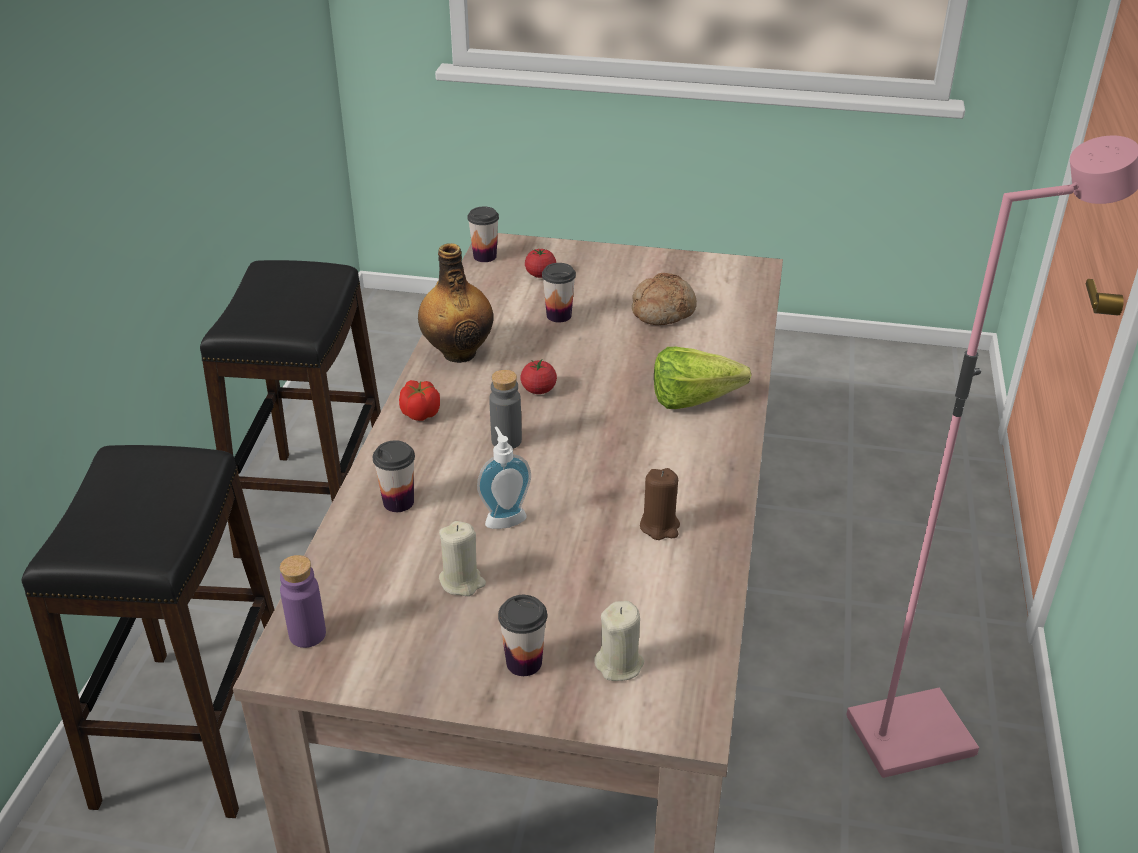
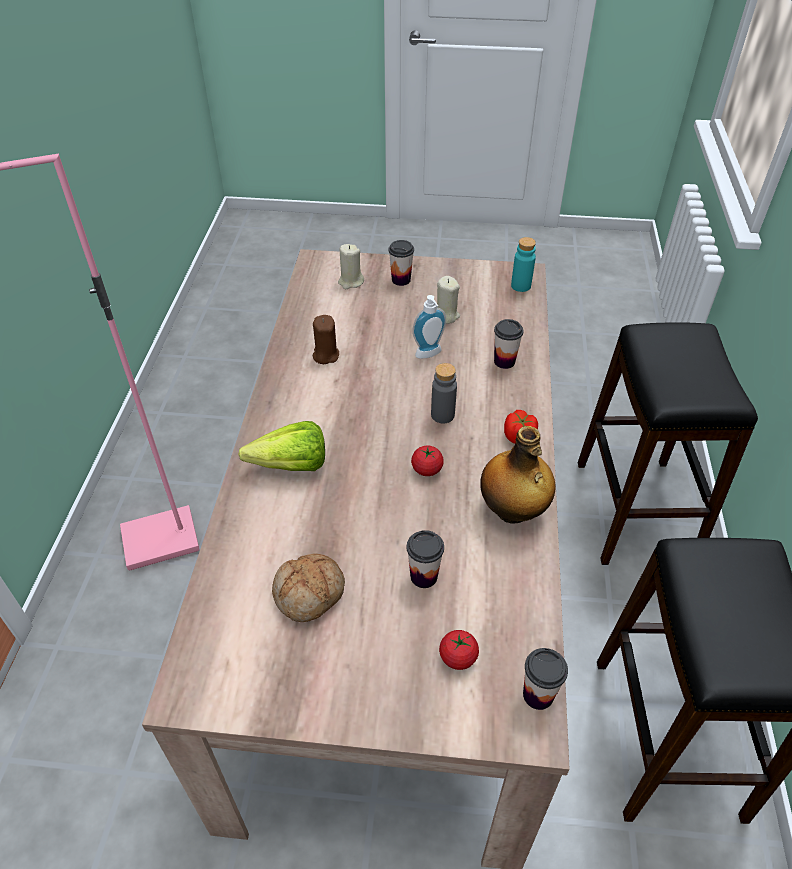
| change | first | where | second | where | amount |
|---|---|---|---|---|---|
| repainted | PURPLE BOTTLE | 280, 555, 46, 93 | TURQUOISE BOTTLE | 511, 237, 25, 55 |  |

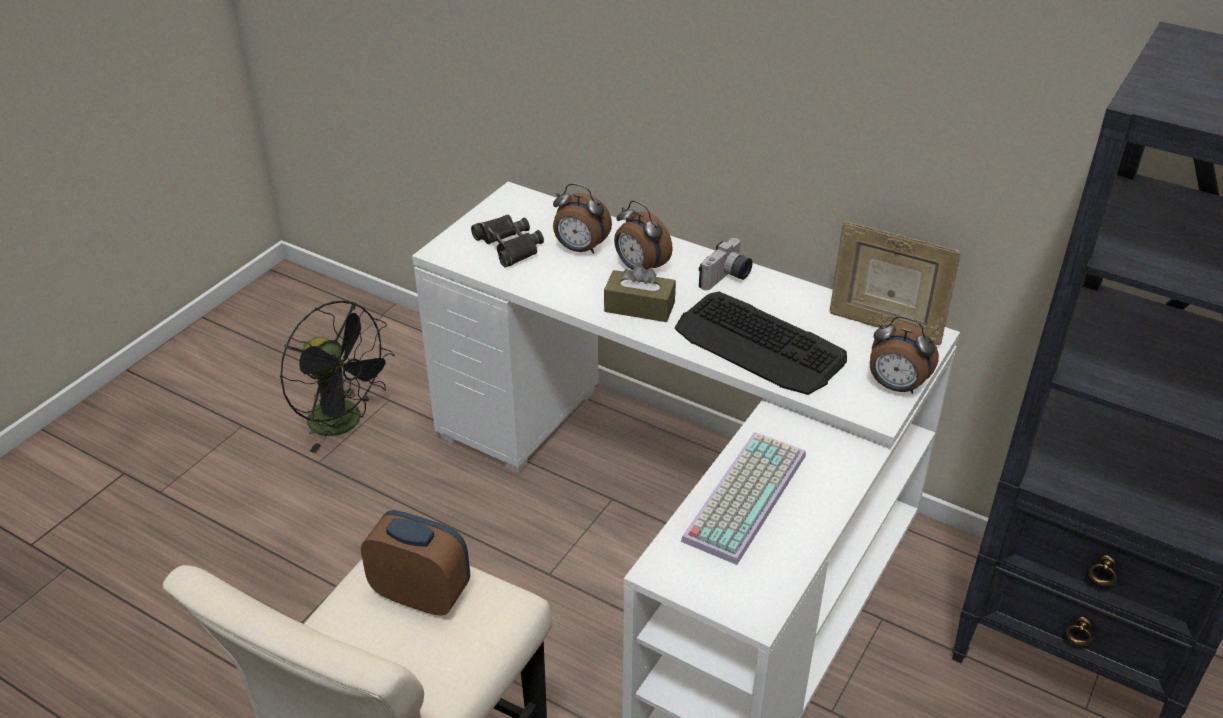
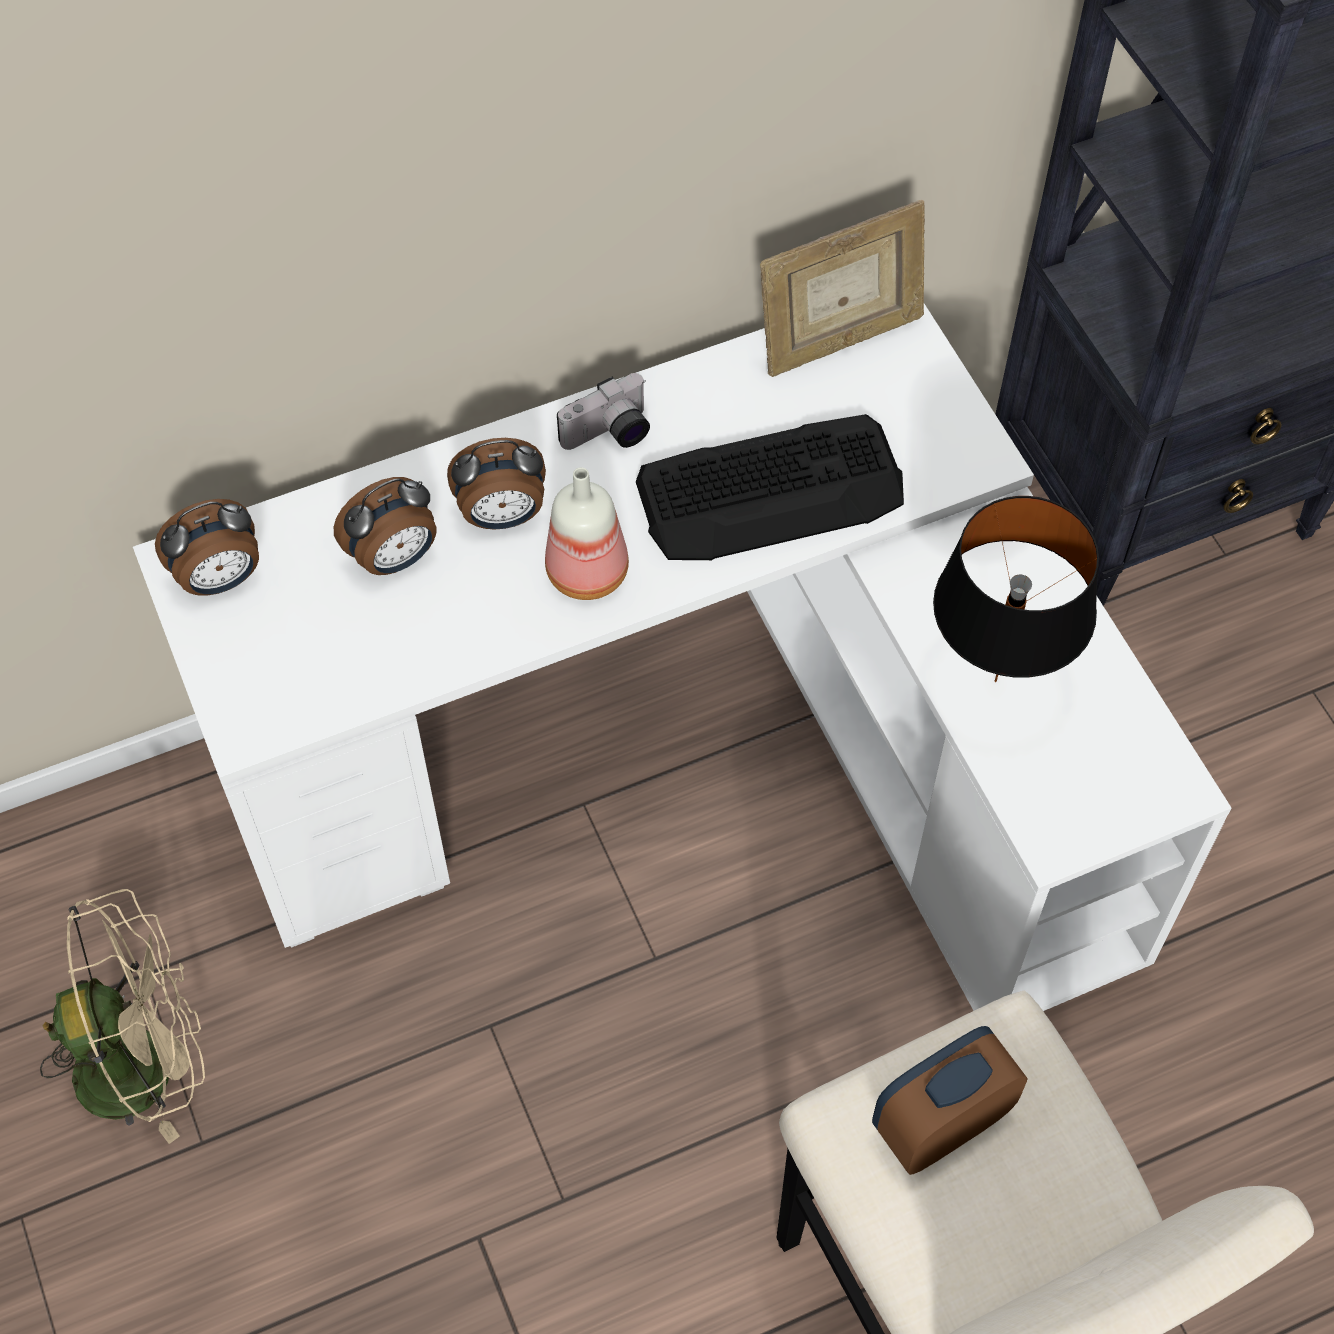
| change | first | where | second | where | amount |
|---|---|---|---|---|---|
| gone | BLACK BINOCULARS | 471, 215, 73, 53 |  |  |  |
| shifted | ALARM CLOCK | 870, 316, 69, 78 |  | 155, 499, 104, 97 |  |
| swapped | BROWN TISSUE BOX | 604, 263, 72, 59 | BOTTLE | 545, 467, 84, 133 |  |
| swapped | KEYBOARD | 681, 432, 125, 133 | BLACK TABLE LAMP | 933, 496, 166, 186 |  |
| repainted | BLACK FAN | 280, 300, 115, 153 | BEIGE FAN | 40, 889, 165, 255 |  |
| rotated | PHOTO CAMERA | 699, 238, 54, 52 |  | 557, 373, 93, 77 | 75 degrees clockwise |

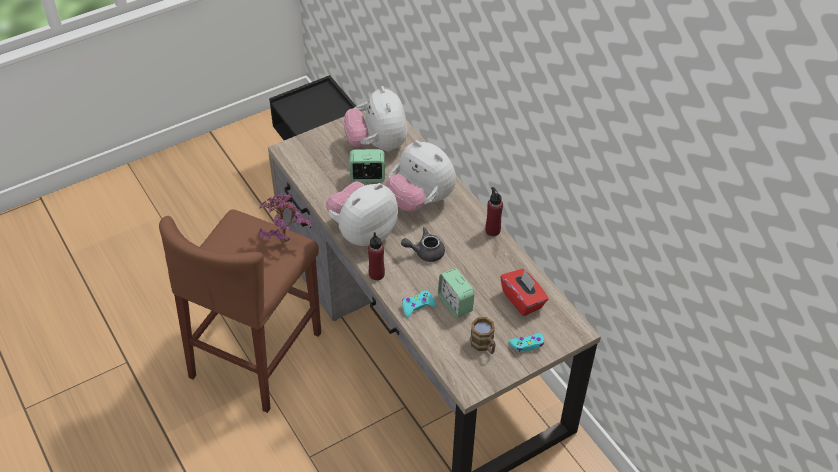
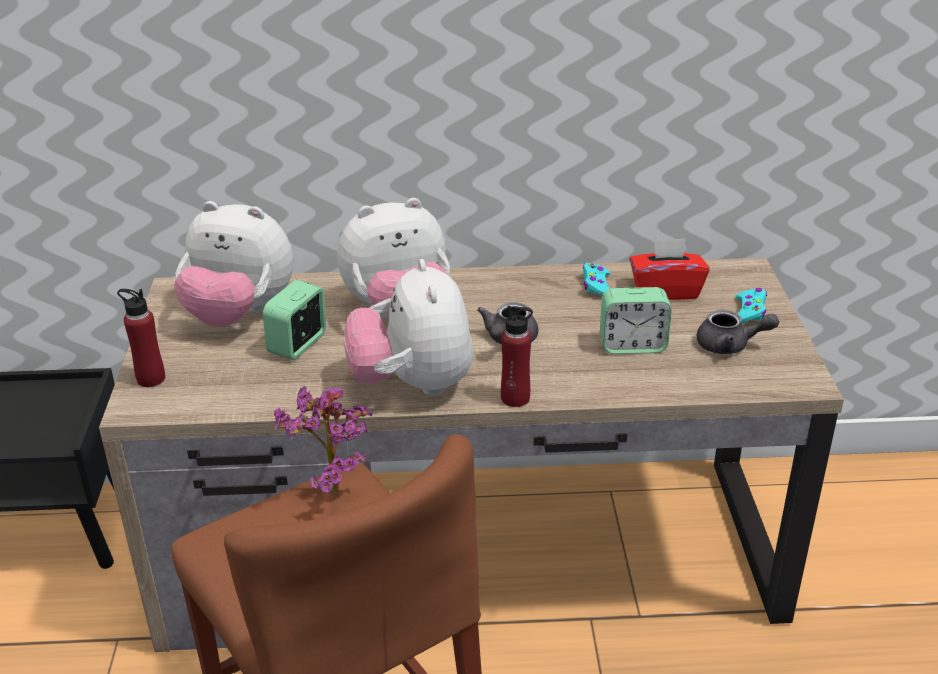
| change | first | where | second | where | amount |
|---|---|---|---|---|---|
| shifted | TURQUOISE GAME CONTROLLER | 402, 290, 34, 27 |  | 583, 263, 27, 33 |  |
| shifted | RED BOTTLE | 485, 187, 18, 49 |  | 117, 289, 48, 98 |  |
| swapped | MUG | 470, 317, 26, 37 | GREY TEAPOT | 697, 310, 82, 44 |  |

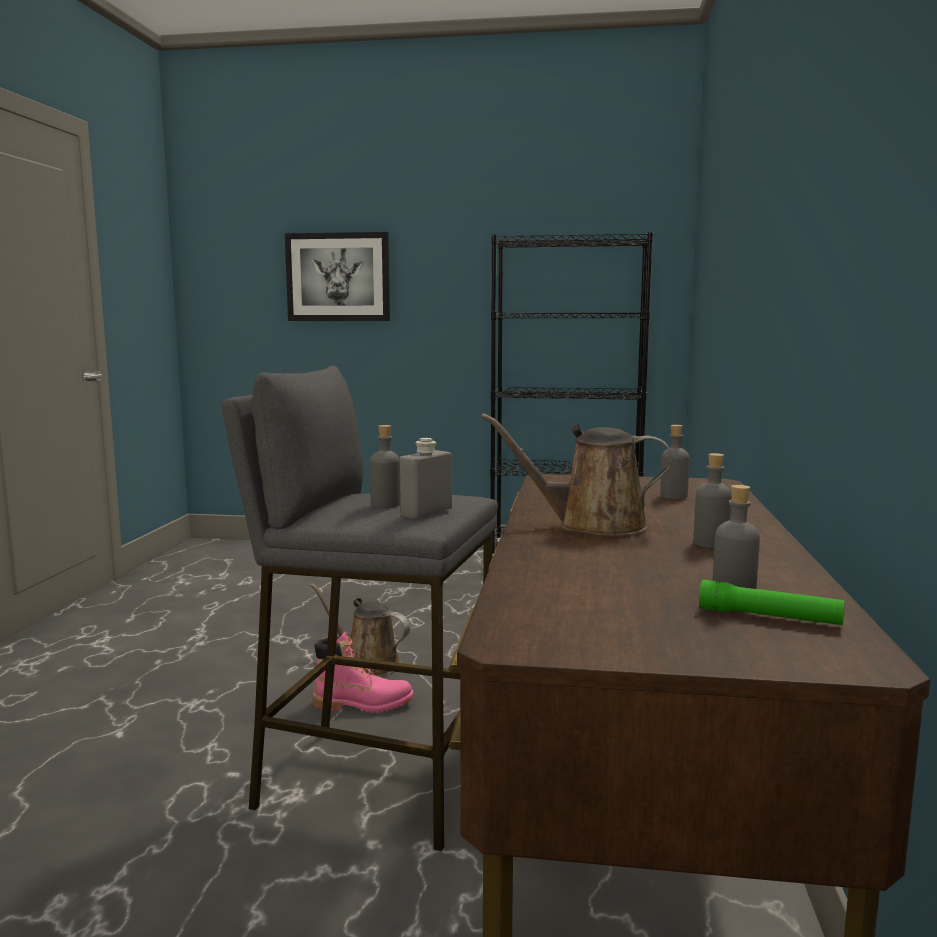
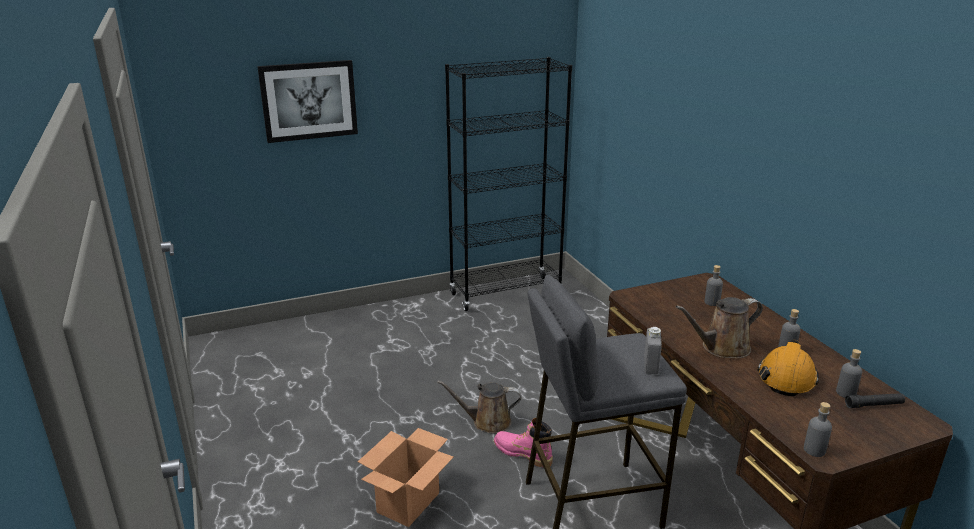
| change | first | where | second | where | amount |
|---|---|---|---|---|---|
| new |  |  | CARDBOARD BOX | 358, 428, 95, 99 |  |
| new |  |  | ORANGE HARD HAT | 757, 340, 62, 56 |  |
| shifted | GREY BOTTLE | 370, 425, 30, 83 |  | 804, 402, 28, 55 |  |
| repainted | GREEN FLASHLIGHT | 699, 580, 146, 45 | BLACK FLASHLIGHT | 845, 393, 60, 15 |  |
| rotated | PINK BOOT | 313, 631, 101, 82 |  | 494, 418, 59, 50 | 120 degrees counterclockwise |

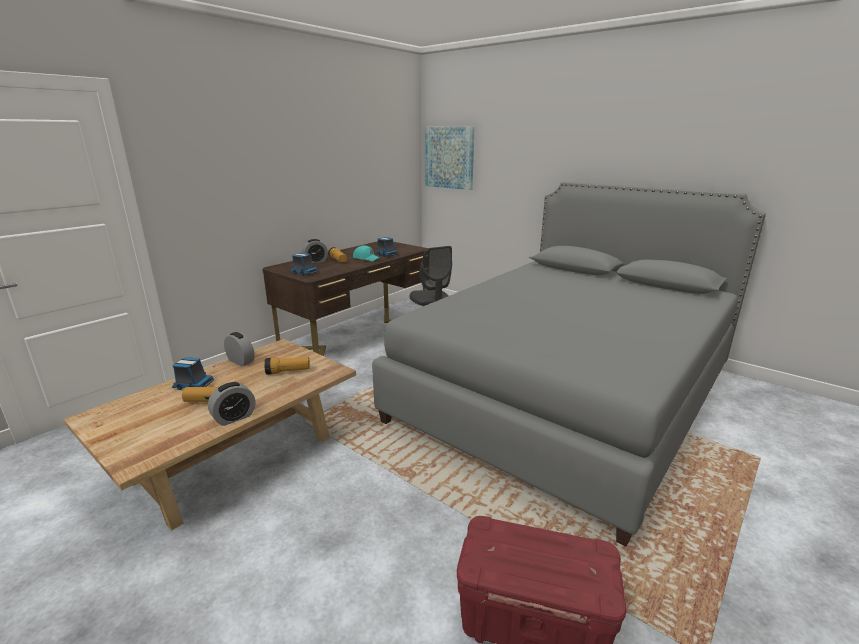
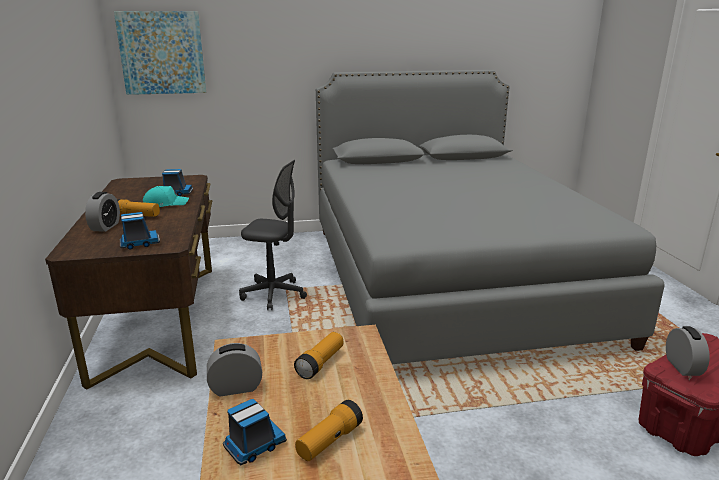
| change | first | where | second | where | amount |
|---|---|---|---|---|---|
| shifted | ALARM CLOCK | 208, 382, 48, 44 |  | 666, 326, 44, 50 |  |

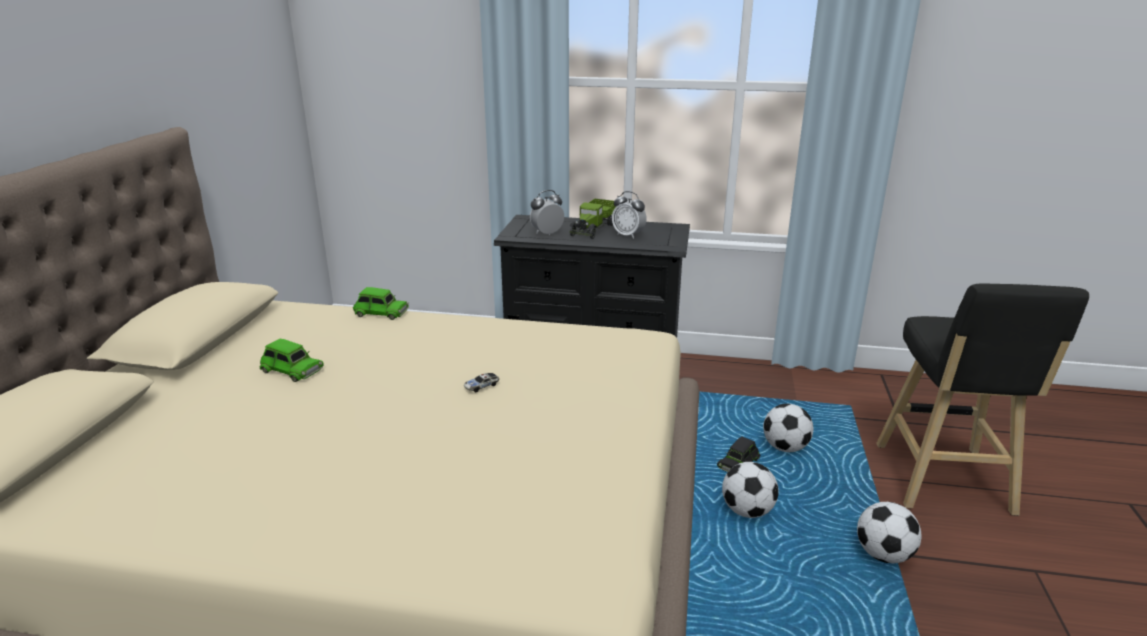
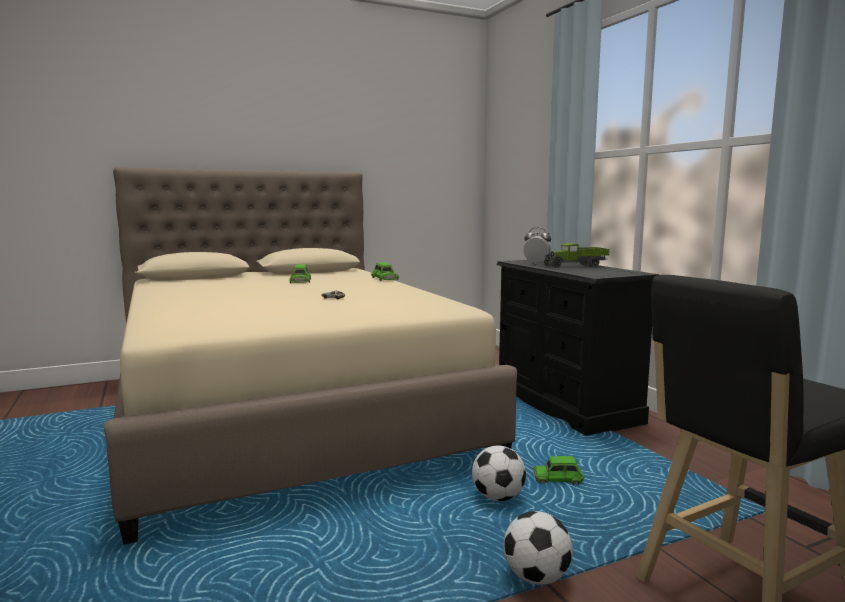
| change | first | where | second | where | amount |
|---|---|---|---|---|---|
| gone | ALARM CLOCK | 612, 191, 34, 48 |  |  |  |
| gone | FOOTBALL | 763, 404, 51, 48 |  |  |  |
| repainted | BLACK TOY CAR | 717, 436, 44, 36 | GREEN TOY CAR | 533, 456, 51, 29 |  |

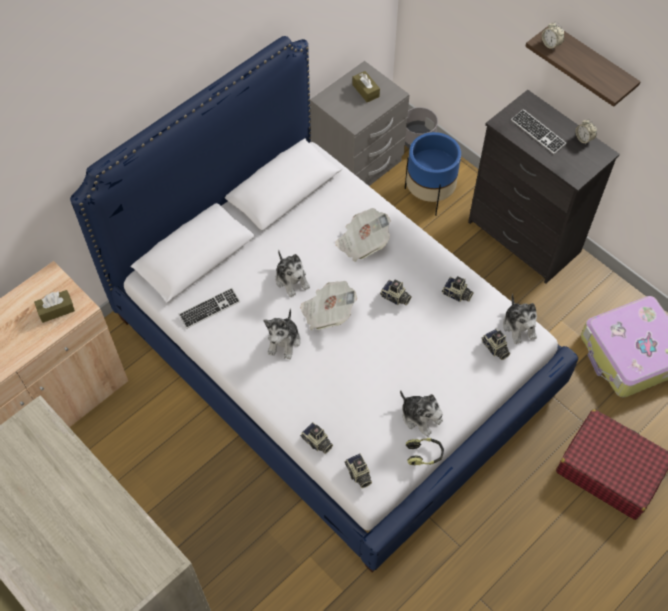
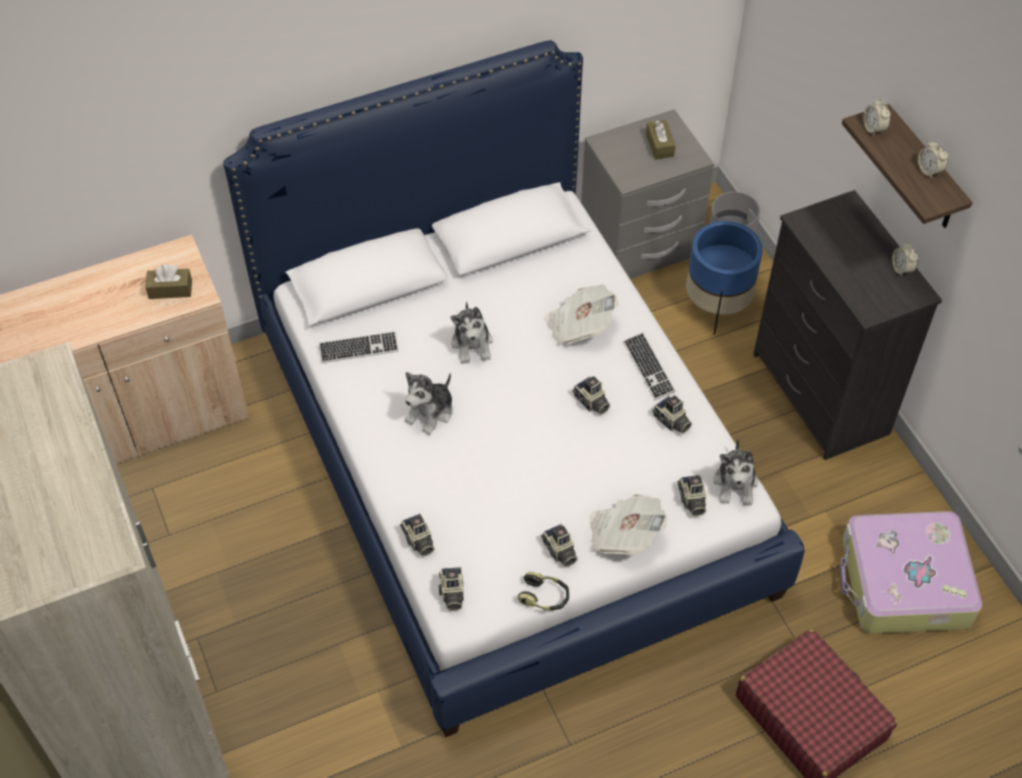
| change | first | where | second | where | amount |
|---|---|---|---|---|---|
| new |  |  | ALARM CLOCK | 918, 140, 30, 38 |  |
| shifted | NEWSPAPER | 300, 281, 57, 49 |  | 590, 494, 77, 61 |  |
| shifted | KEYBOARD | 511, 109, 55, 45 |  | 623, 333, 53, 67 |  |
| swapped | PLUSH TOY | 400, 390, 43, 47 | PHOTO CAMERA | 541, 524, 37, 43 |  |

